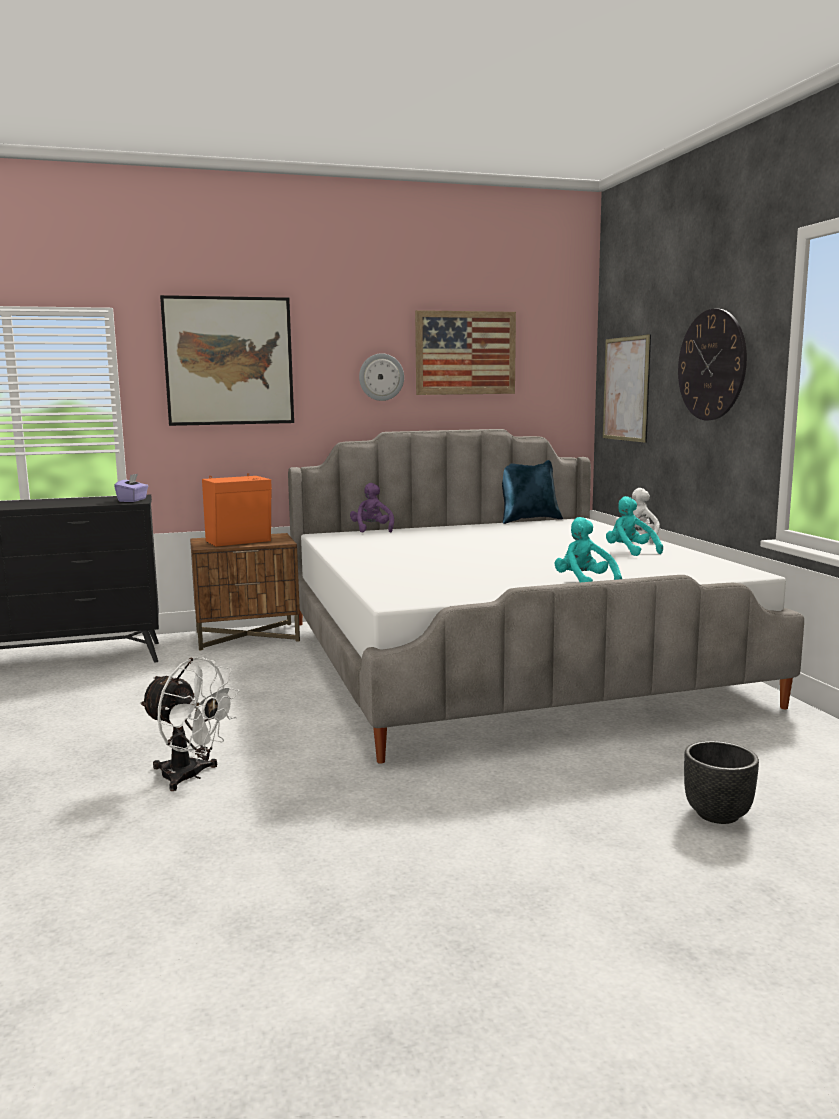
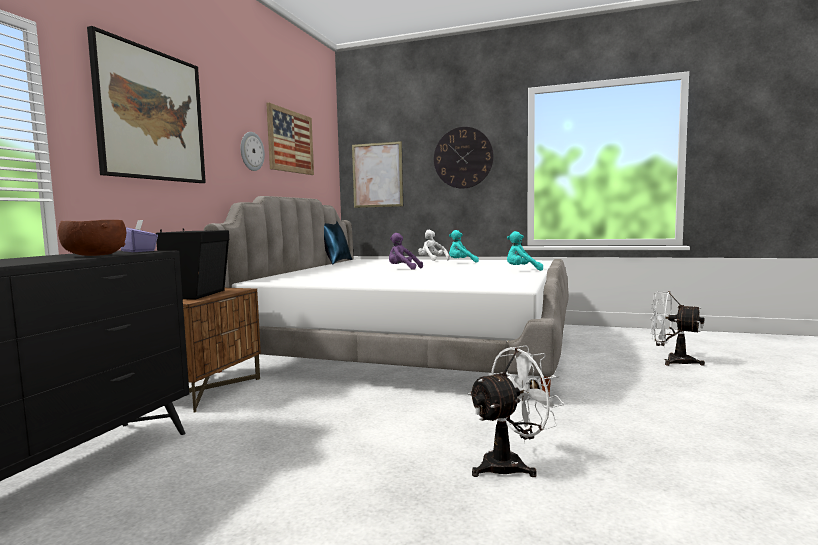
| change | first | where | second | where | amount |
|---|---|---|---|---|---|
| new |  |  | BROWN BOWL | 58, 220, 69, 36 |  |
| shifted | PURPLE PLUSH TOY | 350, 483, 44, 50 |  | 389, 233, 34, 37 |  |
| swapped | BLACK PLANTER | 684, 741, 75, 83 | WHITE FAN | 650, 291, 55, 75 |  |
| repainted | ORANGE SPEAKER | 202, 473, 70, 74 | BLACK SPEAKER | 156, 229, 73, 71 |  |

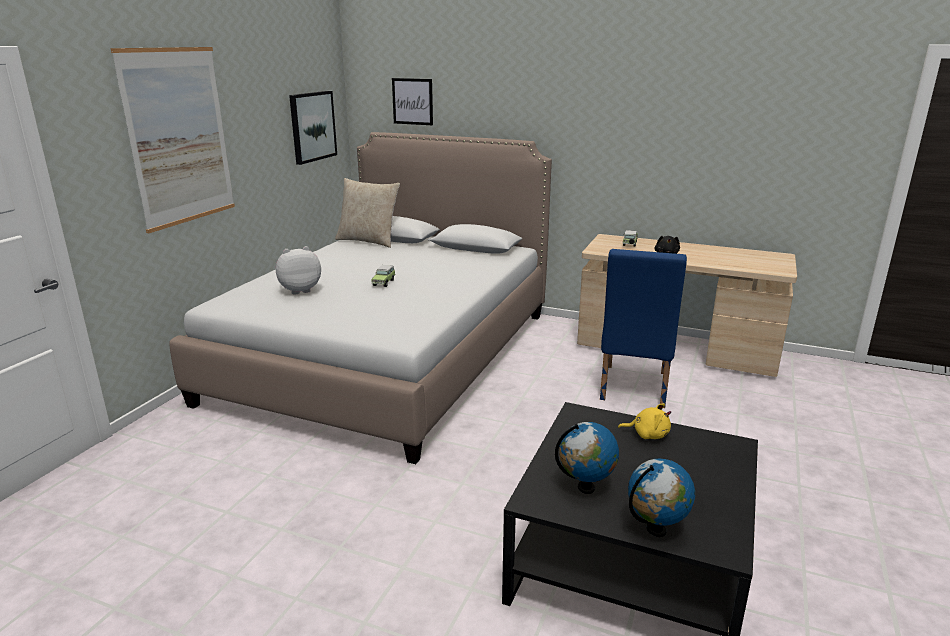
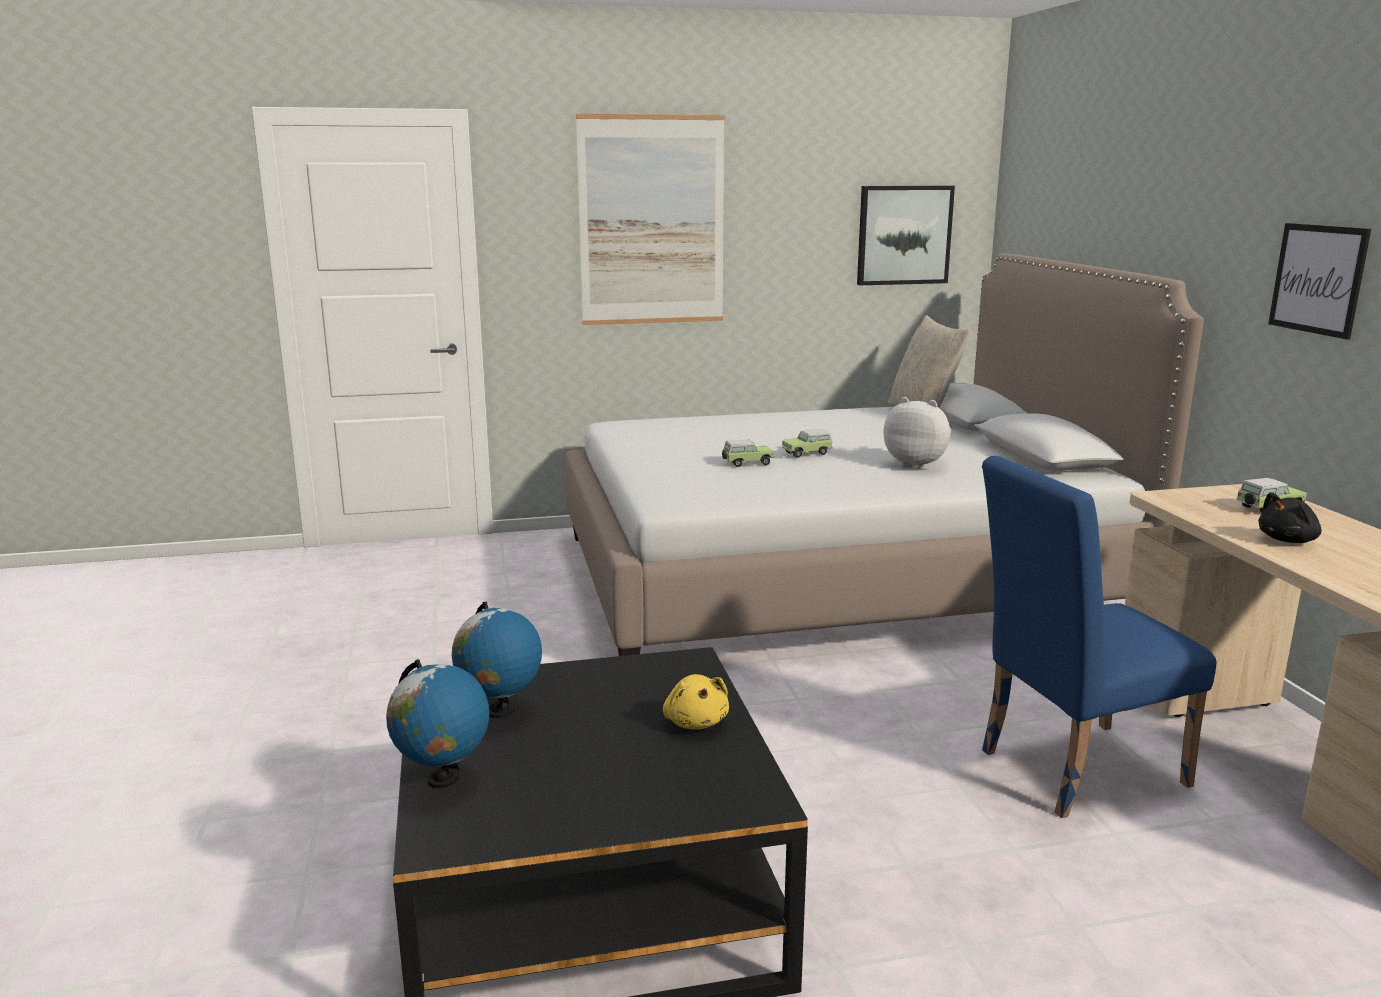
| change | first | where | second | where | amount |
|---|---|---|---|---|---|
| new |  |  | TOY CAR | 722, 439, 52, 28 |  |
| shifted | PLUSH TOY | 276, 246, 45, 49 |  | 884, 397, 68, 73 |  |
| shifted | PICTURE | 392, 78, 41, 47 |  | 1268, 223, 103, 116 |  |

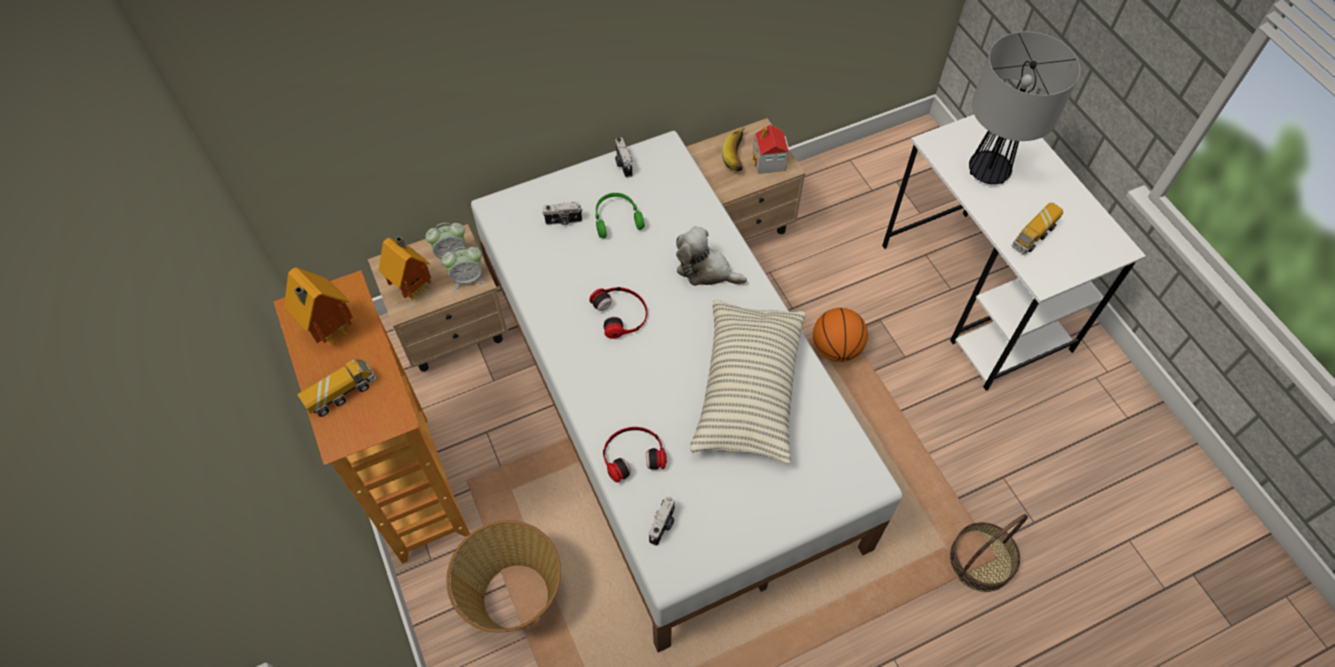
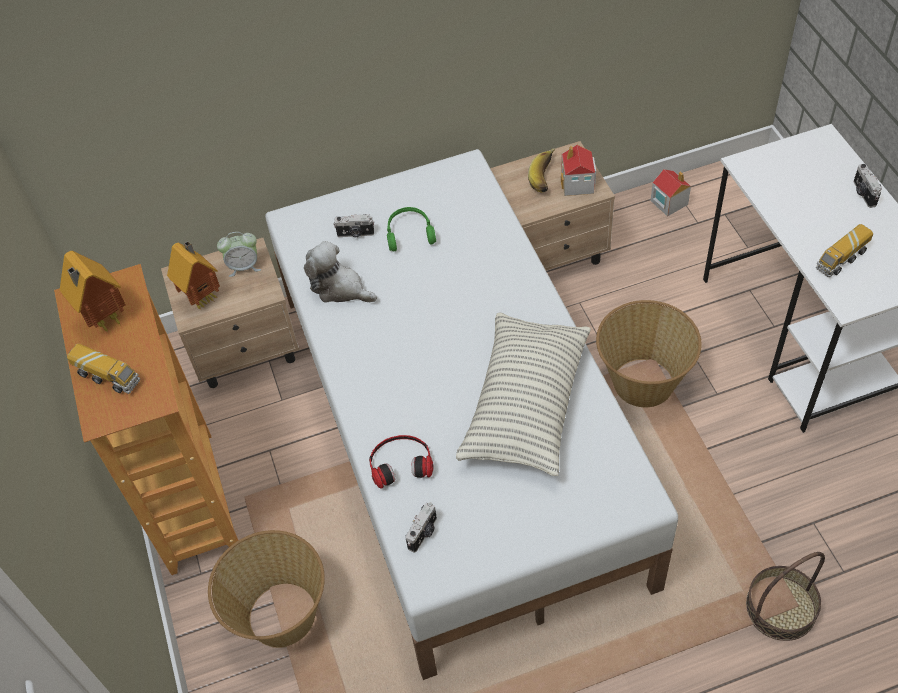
| change | first | where | second | where | amount |
|---|---|---|---|---|---|
| gone | ALARM CLOCK | 442, 247, 44, 42 |  |  |  |
| gone | HEADPHONES | 589, 287, 59, 52 |  |  |  |
| gone | TABLE LAMP | 969, 31, 111, 153 |  |  |  |
| new |  |  | TOY HOUSE | 651, 169, 40, 47 |  |
| shifted | PHOTO CAMERA | 615, 138, 17, 40 |  | 853, 164, 29, 44 |  |
| shifted | PLUSH TOY | 676, 226, 71, 60 |  | 304, 241, 73, 61 |  |
| swapped | BASKETBALL | 813, 308, 55, 54 | BASKET | 596, 300, 106, 107 |  |
| rotated | TOY TRUCK | 297, 359, 80, 58 |  | 67, 344, 73, 50 | 60 degrees clockwise |

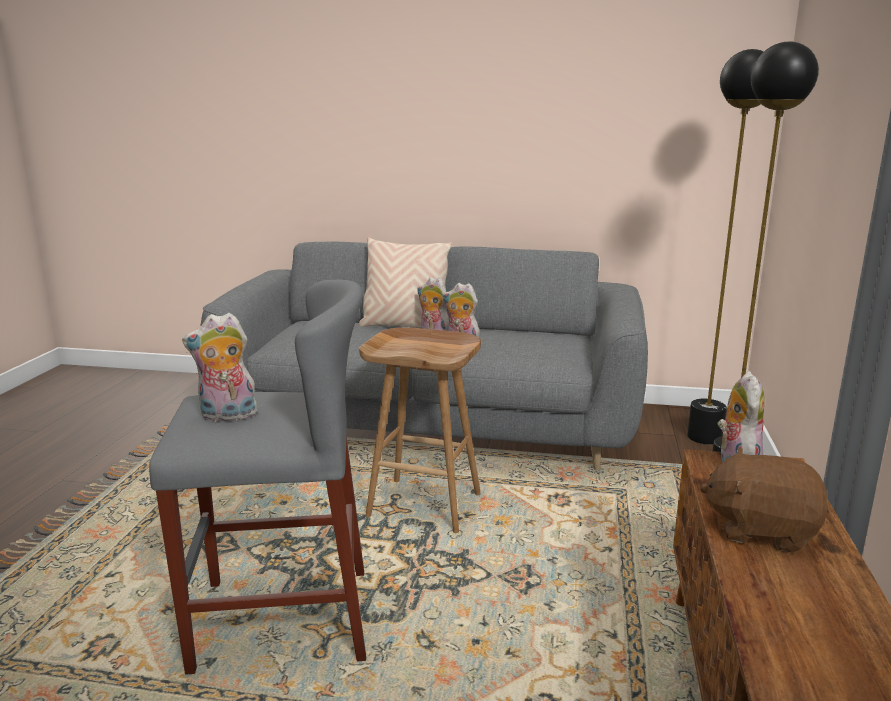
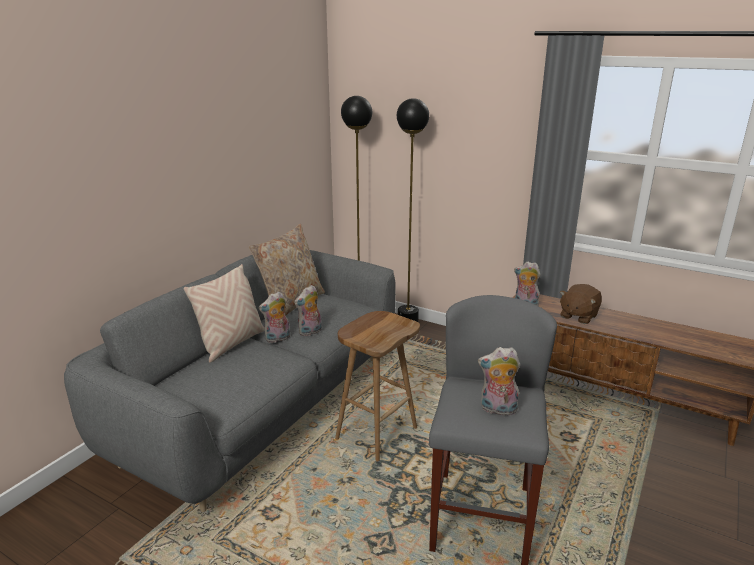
| change | first | where | second | where | amount |
|---|---|---|---|---|---|
| new |  |  | BEIGE PILLOW | 249, 224, 76, 92 |  |
| rotated | PLUSH TOY | 182, 313, 76, 109 |  | 478, 347, 42, 68 | 90 degrees clockwise |

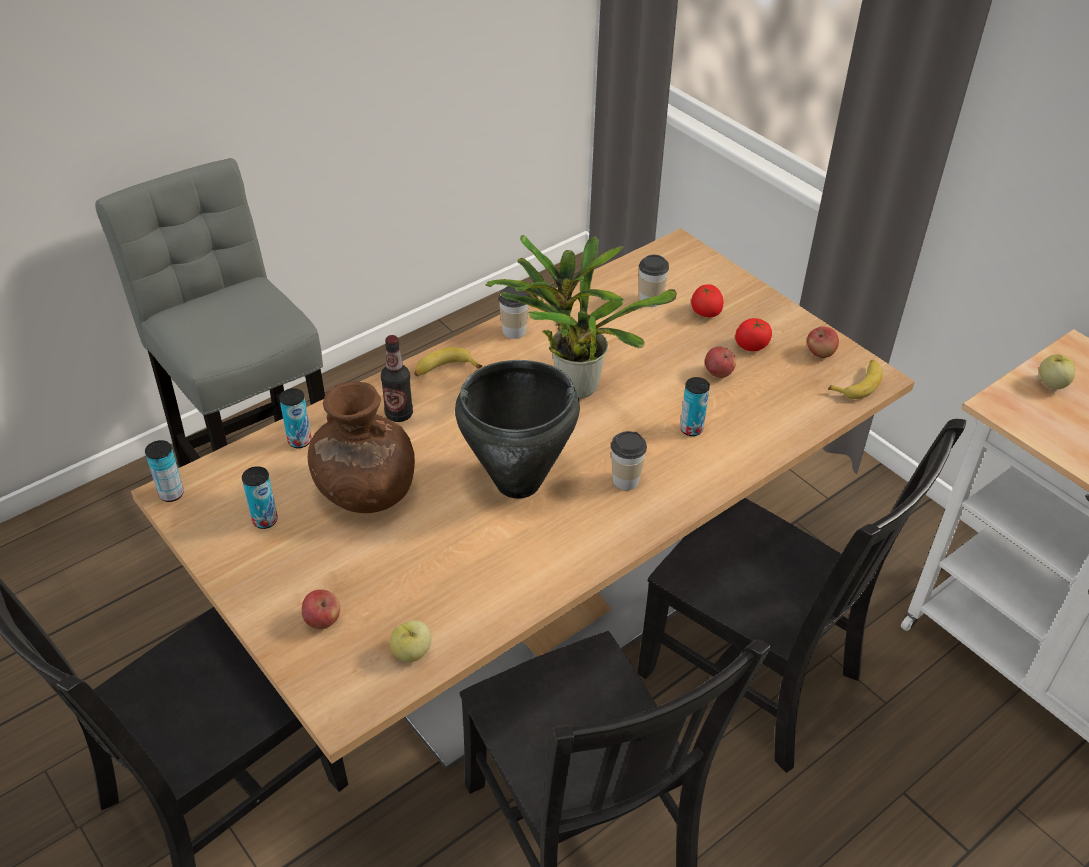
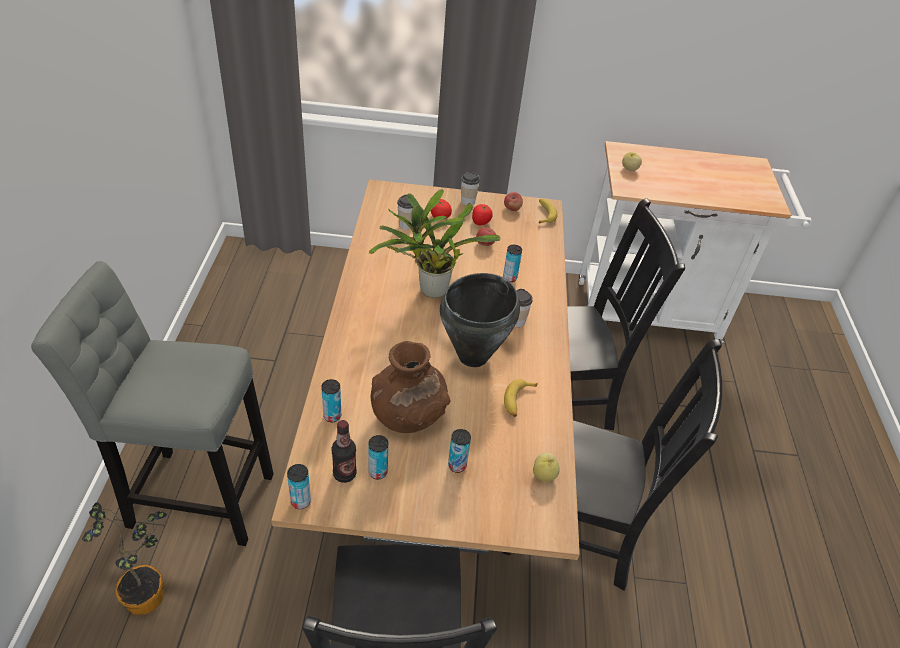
| change | first | where | second | where | amount |
|---|---|---|---|---|---|
| gone | APPLE | 302, 590, 38, 39 |  |  |  |
| new |  |  | POTTED PLANT | 82, 502, 85, 113 |  |
| new |  |  | CAN | 448, 429, 23, 44 |  |
| shifted | BOTTLE | 381, 335, 32, 87 |  | 331, 420, 26, 63 |  |
| shifted | BANANA | 414, 347, 68, 29 |  | 504, 379, 34, 38 |  |
| shifted | CUP | 499, 286, 31, 53 |  | 461, 172, 19, 33 |  |

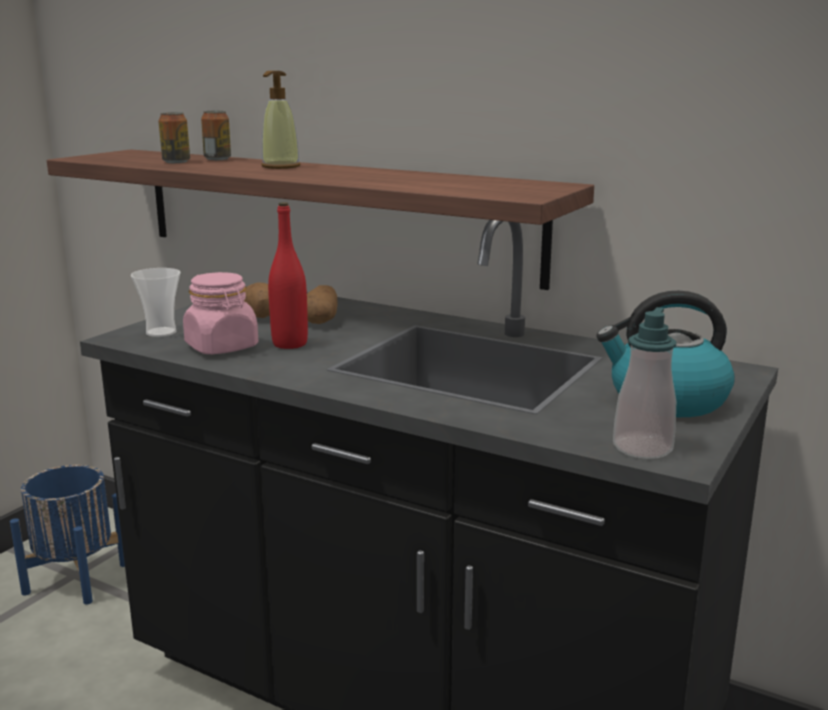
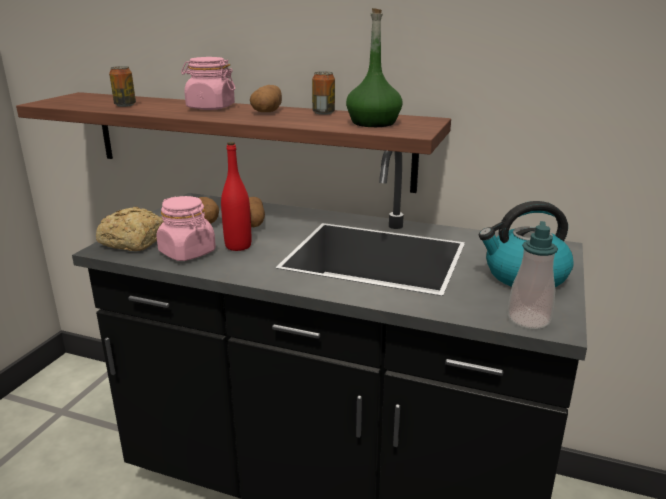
| change | first | where | second | where | amount |
|---|---|---|---|---|---|
| gone | BLUE PLANTER | 10, 465, 115, 139 |  |  |  |
| new |  |  | POTATO | 250, 85, 32, 27 |  |
| new |  |  | GREEN BOTTLE | 346, 8, 57, 119 |  |
| shifted | CAN | 201, 111, 30, 49 |  | 312, 71, 23, 44 |  |
| swapped | CUP | 130, 268, 51, 69 | BREAD | 96, 207, 68, 44 |  |
| swapped | SOAP DISPENSER | 261, 71, 39, 98 | PINK JAR | 181, 57, 54, 53 |  |

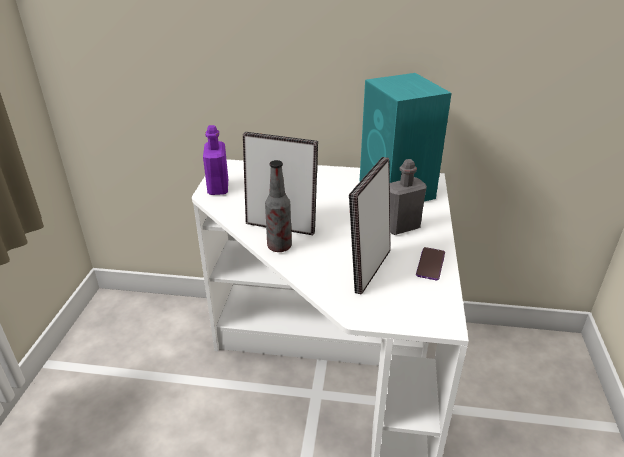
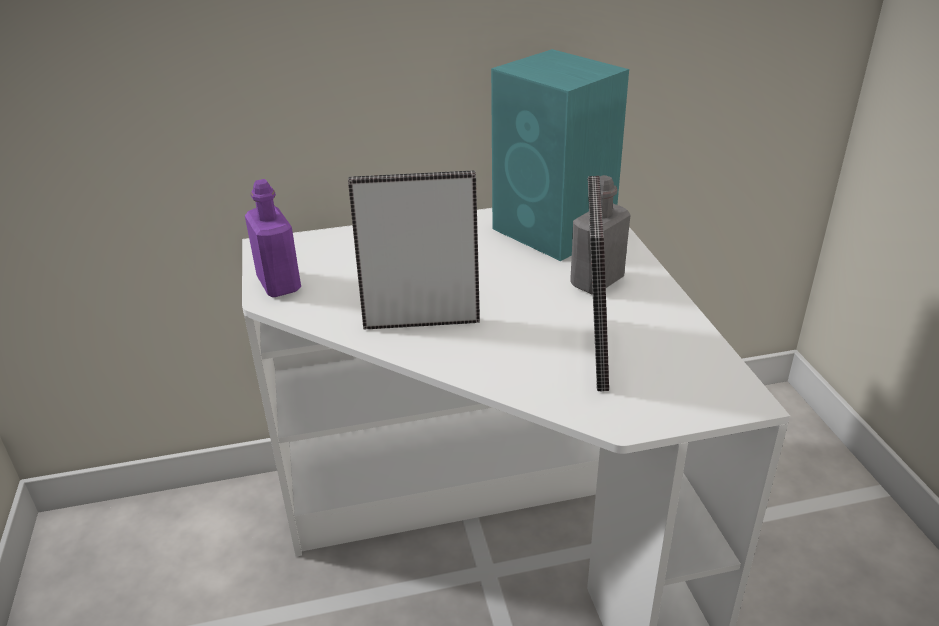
| change | first | where | second | where | amount |
|---|---|---|---|---|---|
| gone | BOTTLE | 265, 160, 27, 92 |  |  |  |
| gone | PHONE | 416, 247, 29, 33 |  |  |  |

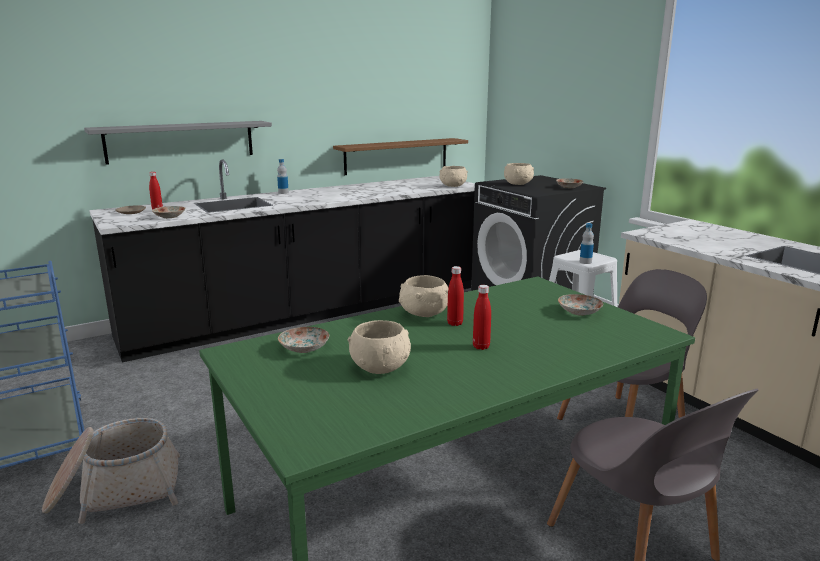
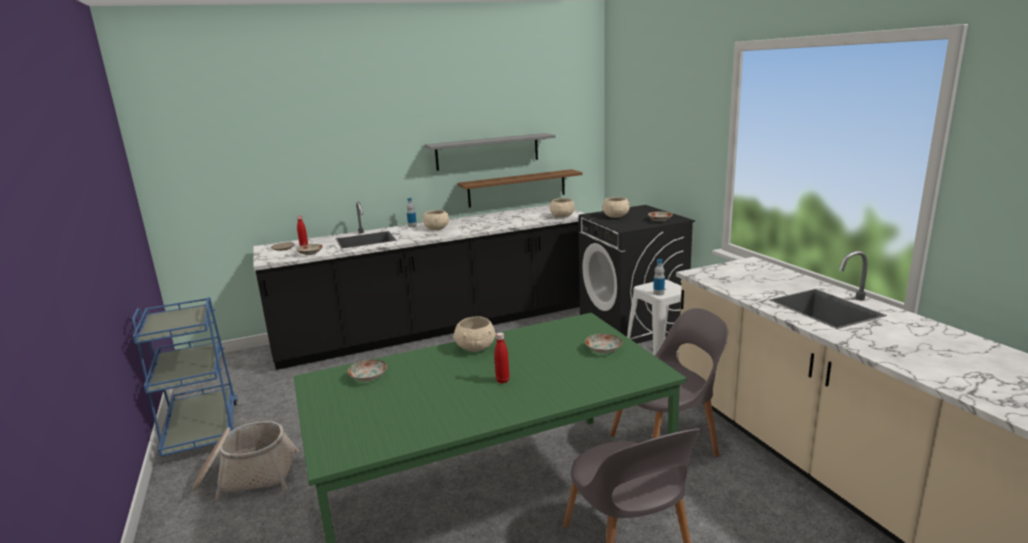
| change | first | where | second | where | amount |
|---|---|---|---|---|---|
| gone | RED BOTTLE | 447, 266, 17, 60 |  |  |  |
| shifted | GREY SHELF | 84, 121, 188, 44 |  | 424, 133, 131, 38 |  |
| shifted | BEIGE BOWL | 348, 320, 63, 54 |  | 422, 210, 27, 20 |  |

